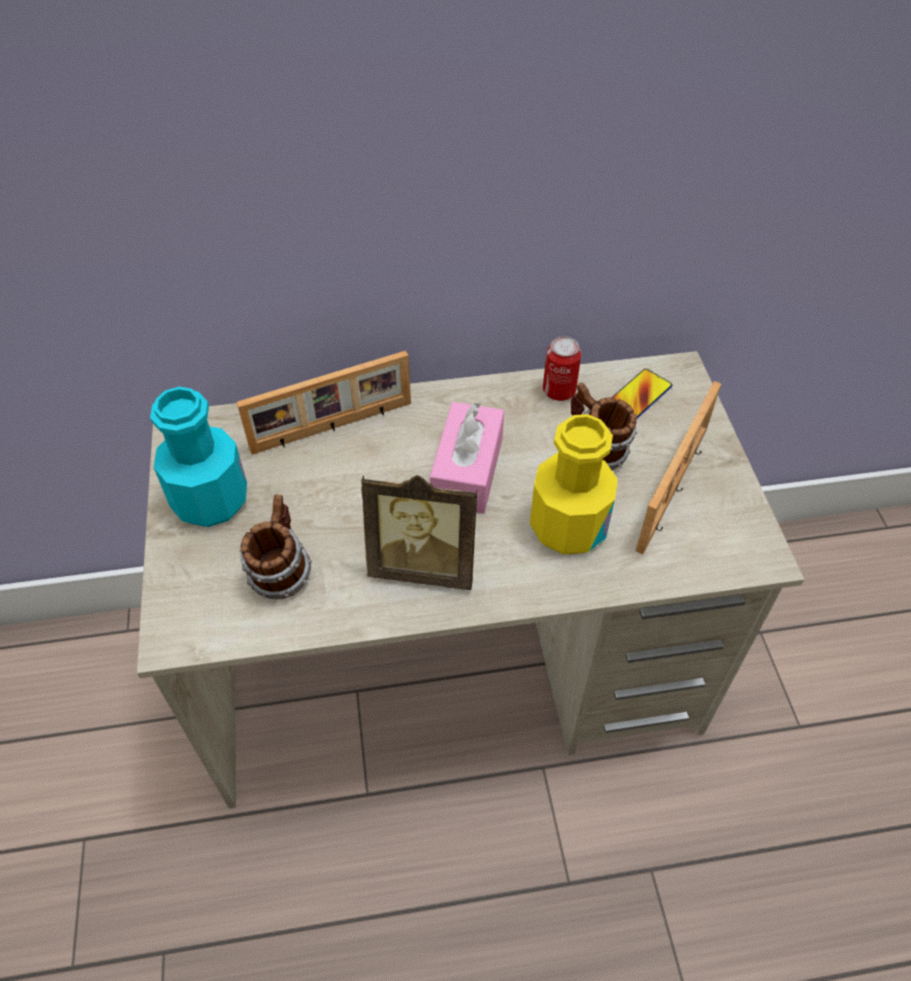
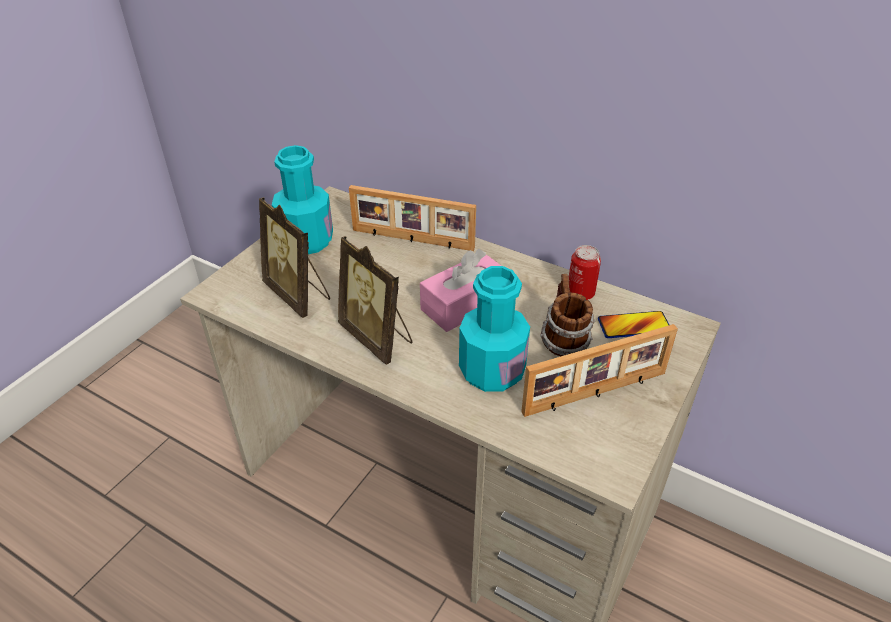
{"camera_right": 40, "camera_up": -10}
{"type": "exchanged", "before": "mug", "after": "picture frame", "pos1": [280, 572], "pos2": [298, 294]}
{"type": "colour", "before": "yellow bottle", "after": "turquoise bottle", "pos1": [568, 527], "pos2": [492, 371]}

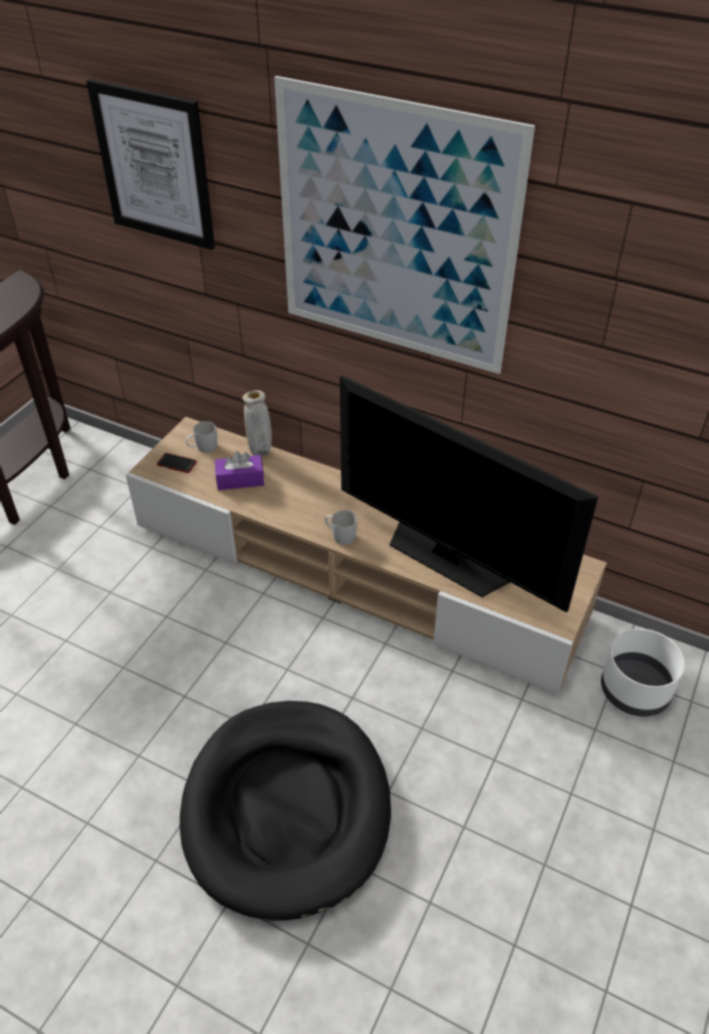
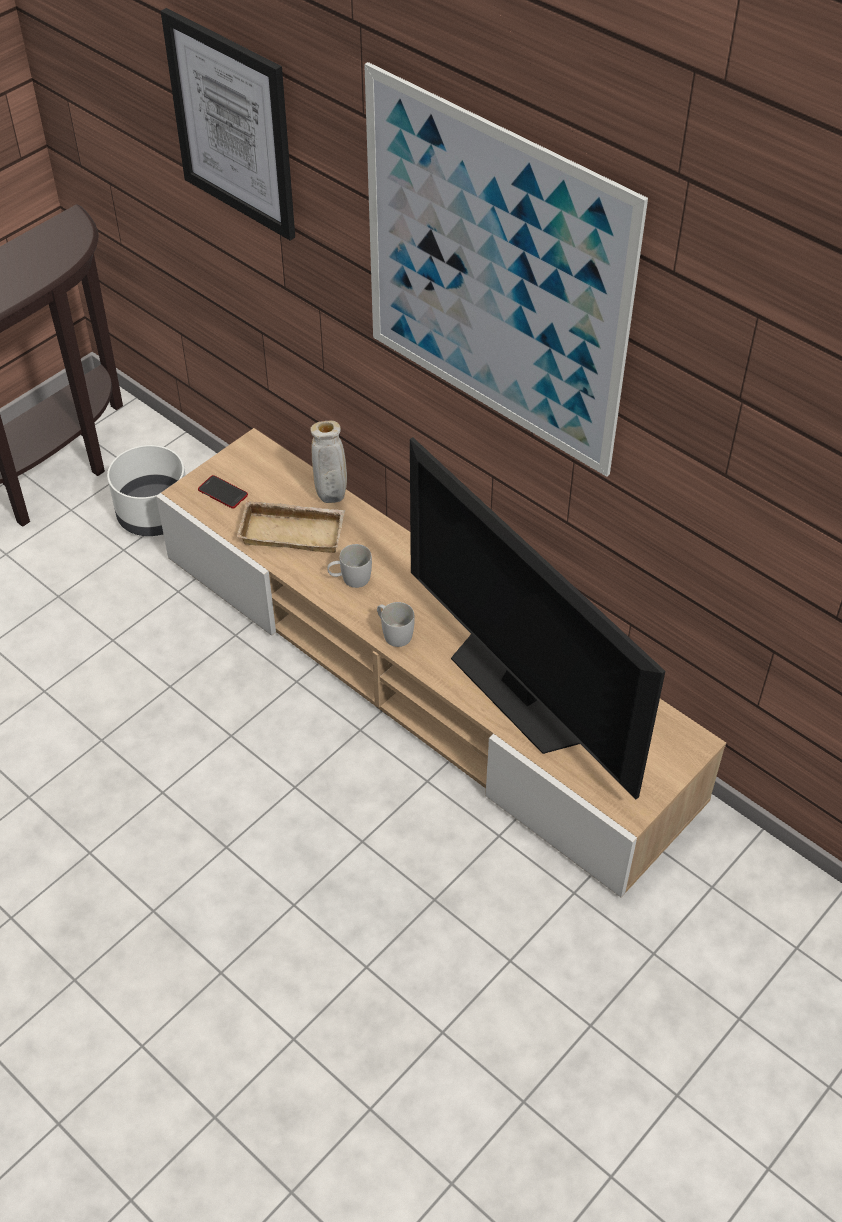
{"camera_right": 15, "camera_up": 5}
{"type": "missing", "before": "black dog bed", "pos1": [287, 809]}
{"type": "relocated", "before": "white mug", "pos1": [203, 448], "pos2": [350, 579]}
{"type": "exchanged", "before": "purple tissue box", "after": "beige tray", "pos1": [240, 480], "pos2": [294, 531]}
{"type": "relocated", "before": "white planter", "pos1": [633, 690], "pos2": [153, 514]}

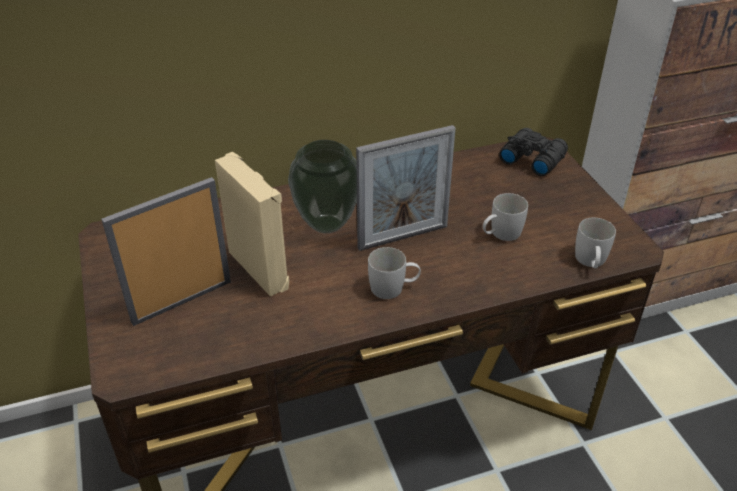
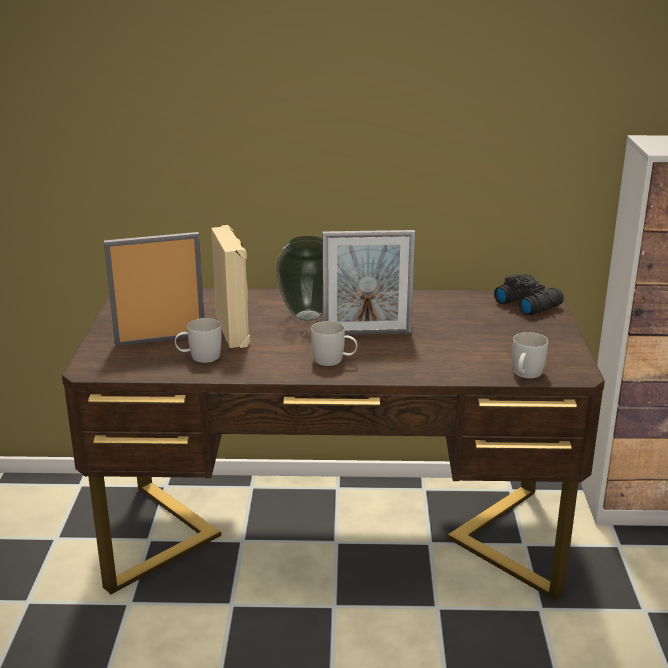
{"camera_right": 20, "camera_up": -15}
{"type": "relocated", "before": "white mug", "pos1": [500, 234], "pos2": [199, 357]}

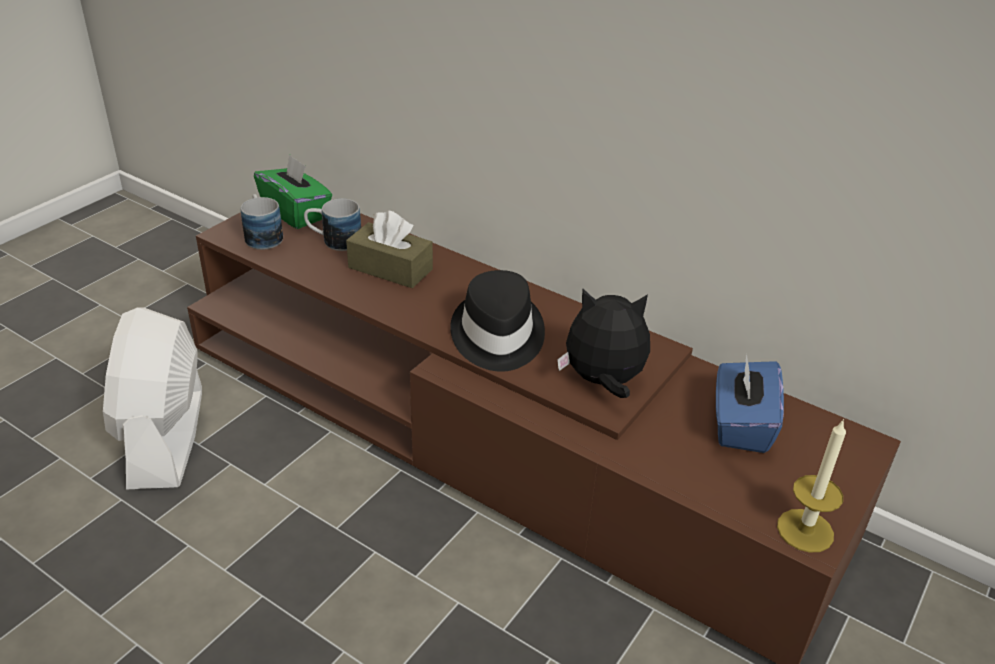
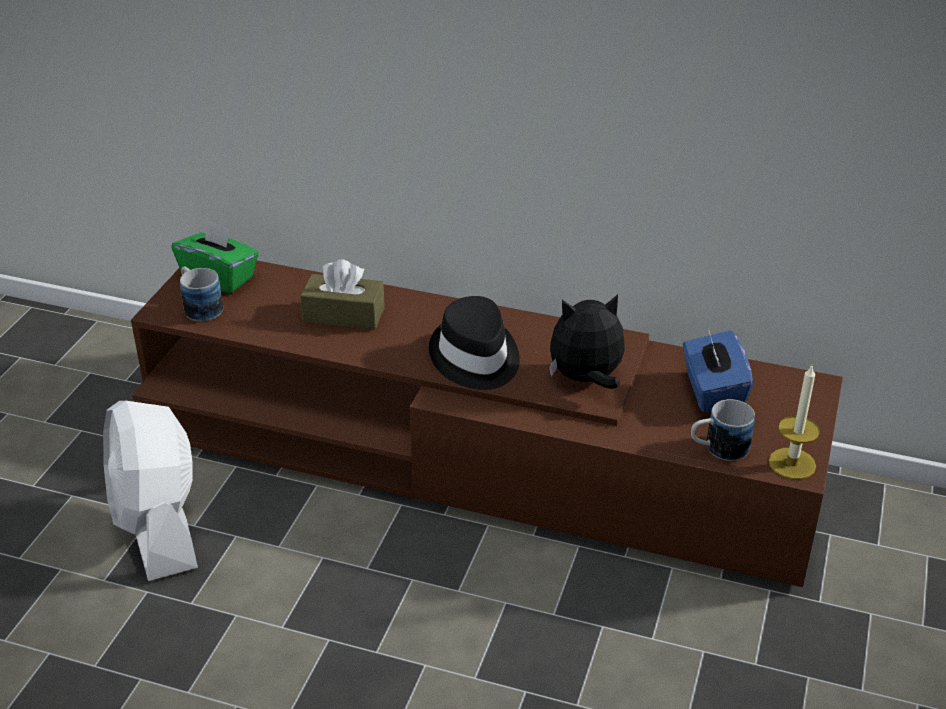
{"camera_right": -15, "camera_up": 0}
{"type": "relocated", "before": "mug", "pos1": [334, 241], "pos2": [718, 449]}

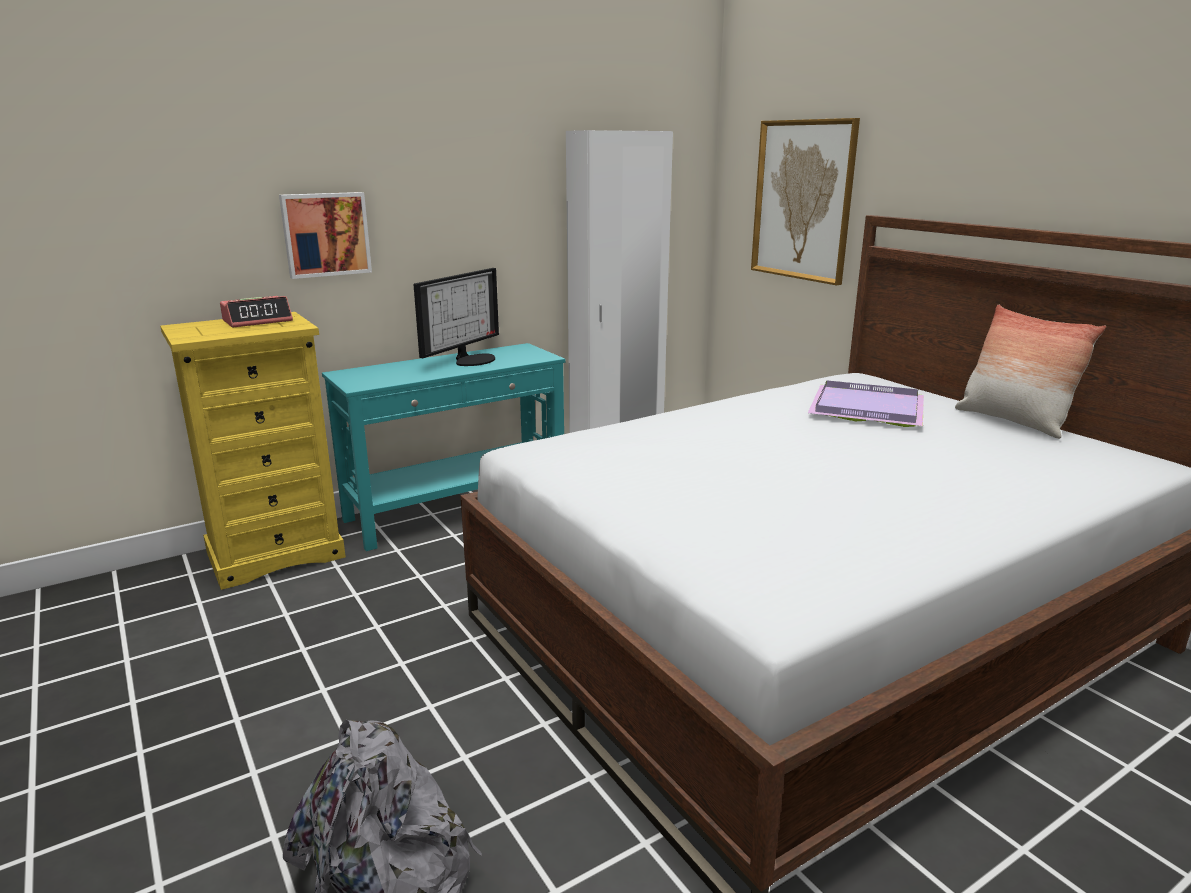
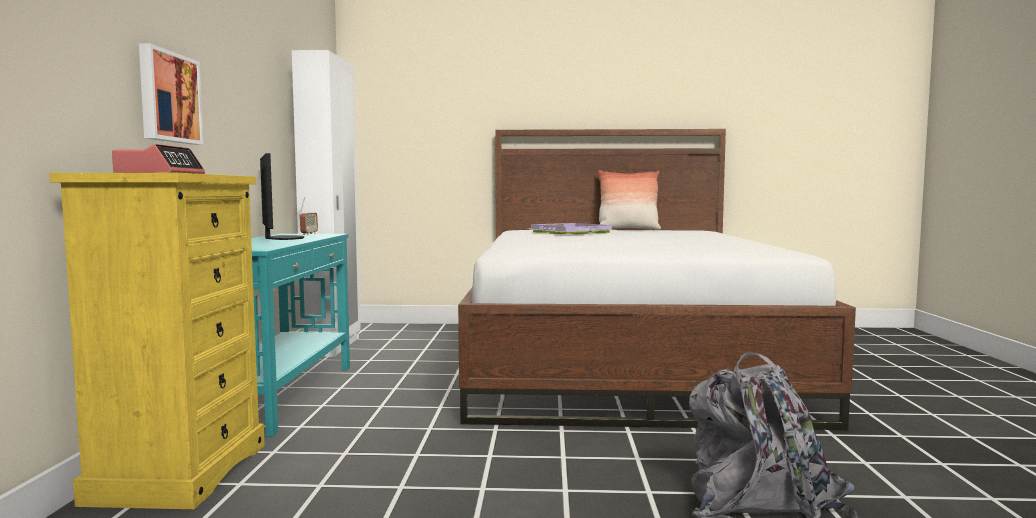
{"camera_right": -55, "camera_up": -15}
{"type": "missing", "before": "picture", "pos1": [803, 200]}
{"type": "appeared", "after": "radio", "pos2": [308, 234]}

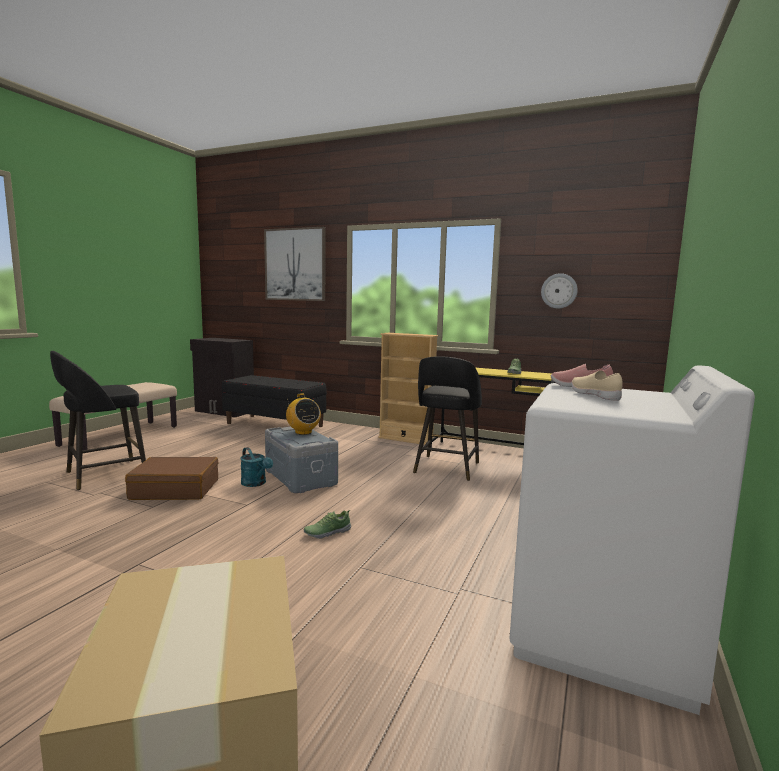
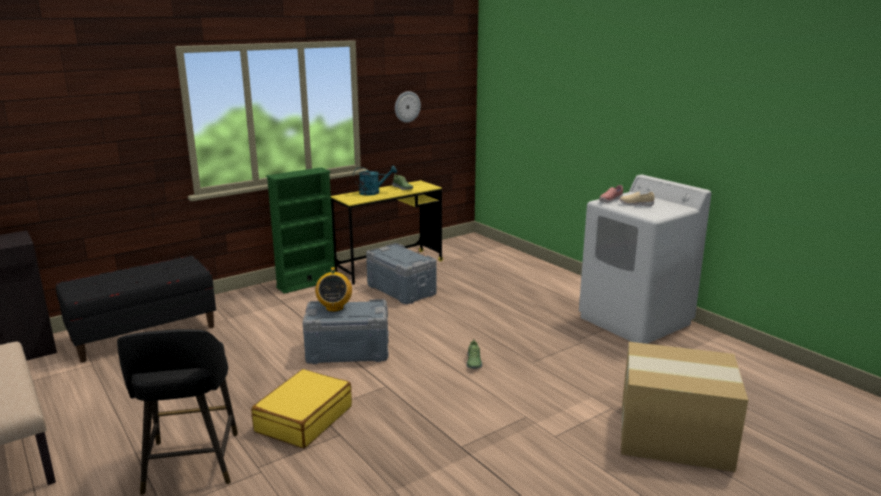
{"camera_right": -60, "camera_up": 10}
{"type": "colour", "before": "brown suitcase", "after": "yellow suitcase", "pos1": [175, 489], "pos2": [303, 419]}
{"type": "relocated", "before": "turquoise watering can", "pos1": [256, 483], "pos2": [373, 192]}
{"type": "missing", "before": "picture", "pos1": [295, 264]}
{"type": "spun", "before": "radio", "pos1": [303, 432], "pos2": [334, 308], "turn": 90}
{"type": "colour", "before": "beige bookcase", "after": "green bookcase", "pos1": [406, 439], "pos2": [306, 283]}
{"type": "exchanged", "before": "black stool", "after": "grey storage box", "pos1": [446, 468], "pos2": [400, 290]}

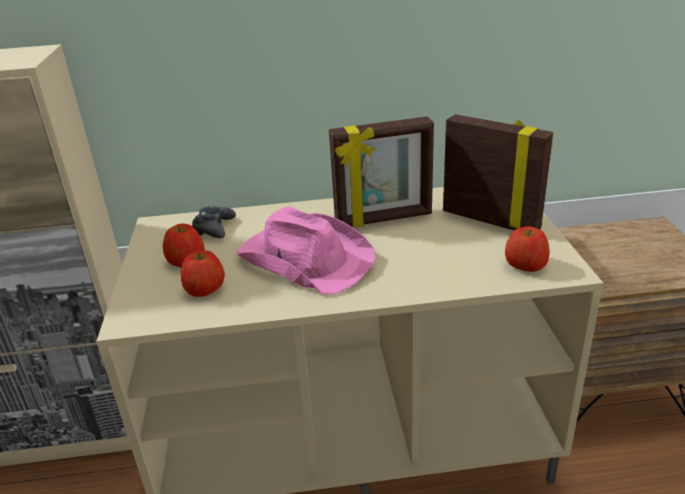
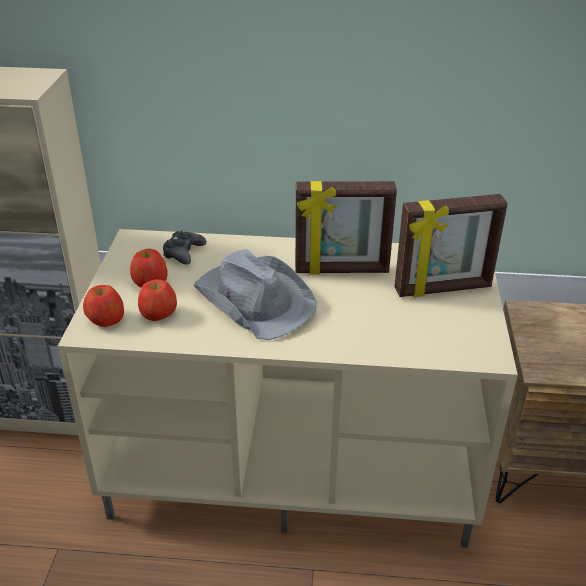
{"camera_right": 10, "camera_up": 5}
{"type": "colour", "before": "pink hat", "after": "grey hat", "pos1": [305, 258], "pos2": [254, 299]}
{"type": "spun", "before": "picture frame", "pos1": [491, 220], "pos2": [443, 289], "turn": 120}
{"type": "relocated", "before": "apple", "pos1": [525, 265], "pos2": [106, 319]}

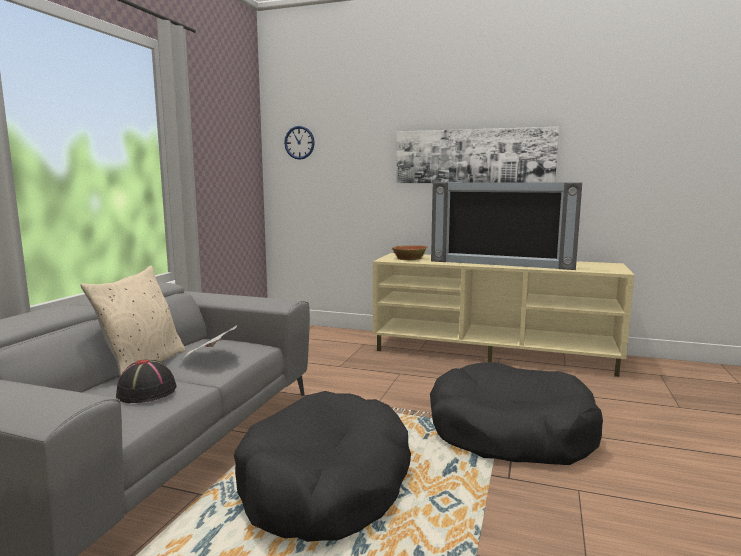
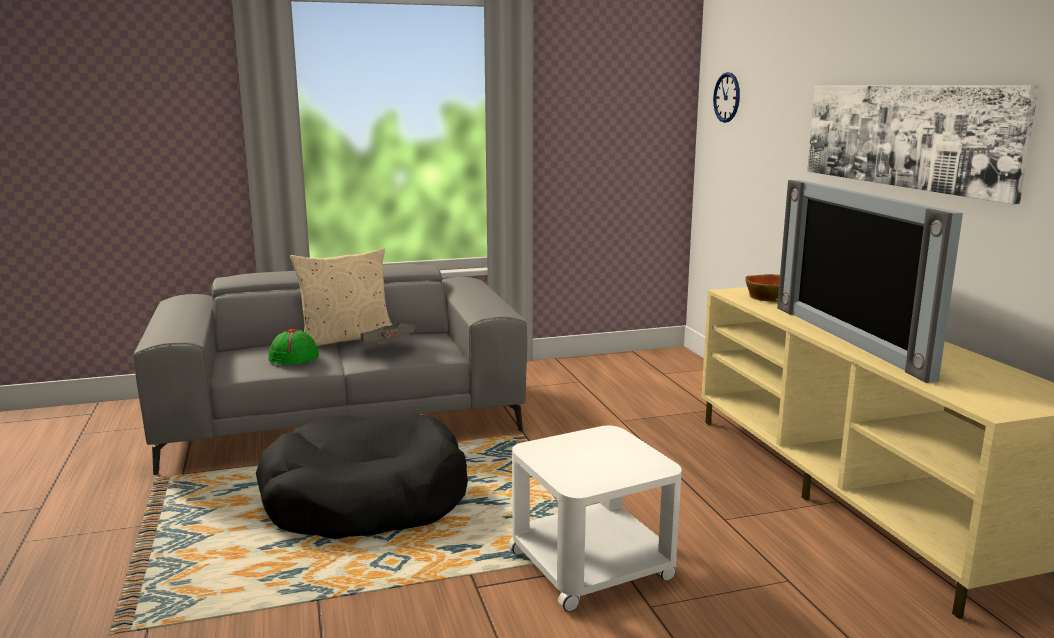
{"camera_right": 55, "camera_up": 5}
{"type": "colour", "before": "black hat", "after": "green hat", "pos1": [147, 391], "pos2": [294, 357]}
{"type": "exchanged", "before": "black dog bed", "after": "white side table", "pos1": [510, 432], "pos2": [592, 564]}

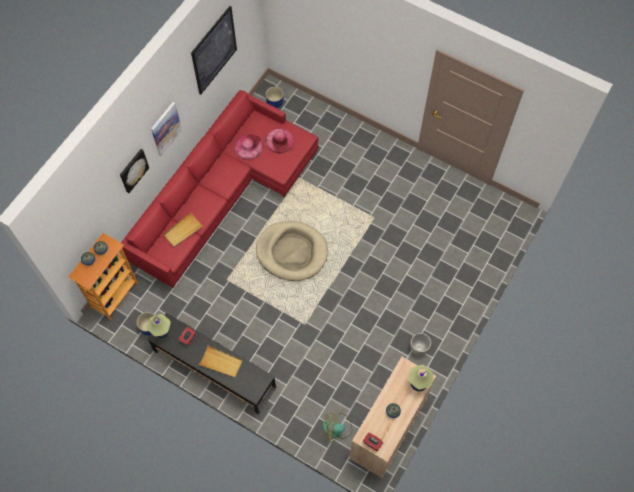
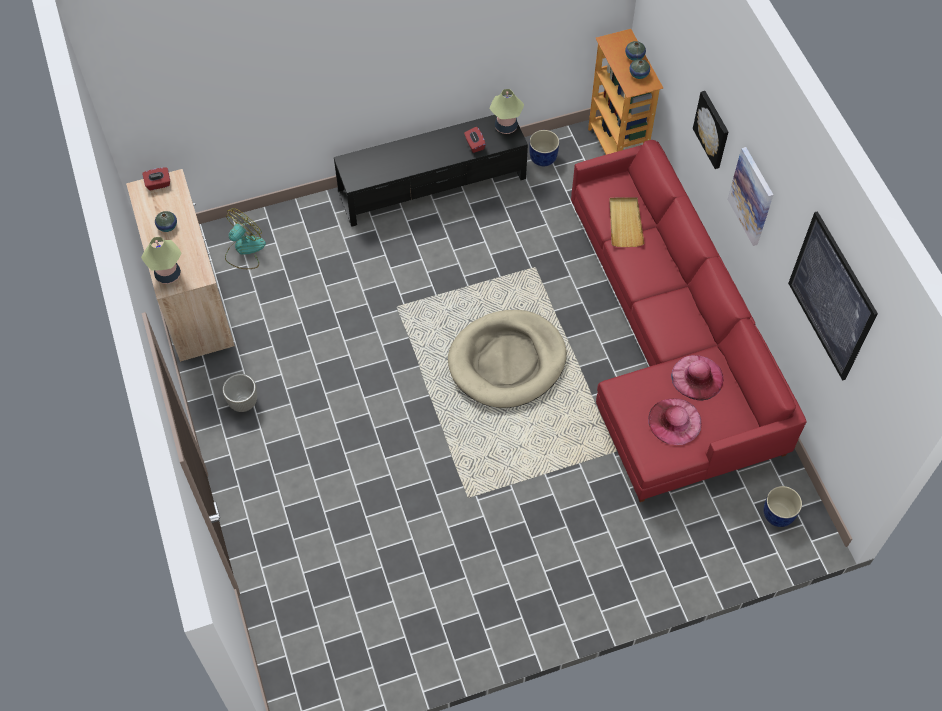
{"camera_right": 130, "camera_up": -5}
{"type": "missing", "before": "beige tray", "pos1": [221, 362]}

